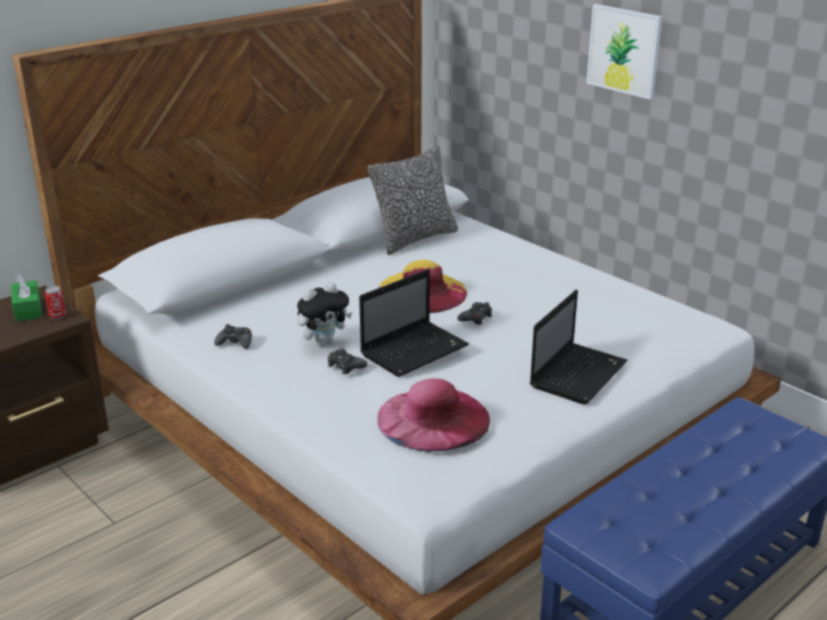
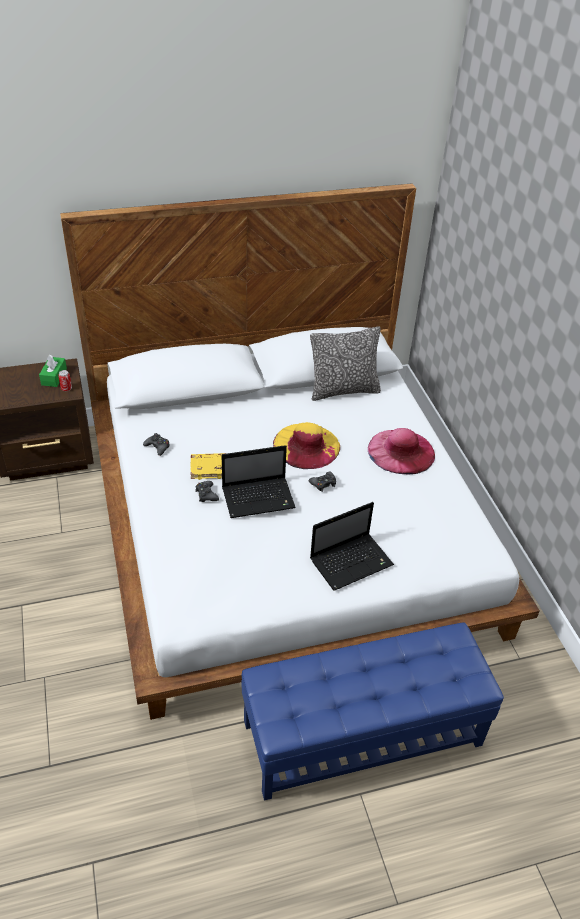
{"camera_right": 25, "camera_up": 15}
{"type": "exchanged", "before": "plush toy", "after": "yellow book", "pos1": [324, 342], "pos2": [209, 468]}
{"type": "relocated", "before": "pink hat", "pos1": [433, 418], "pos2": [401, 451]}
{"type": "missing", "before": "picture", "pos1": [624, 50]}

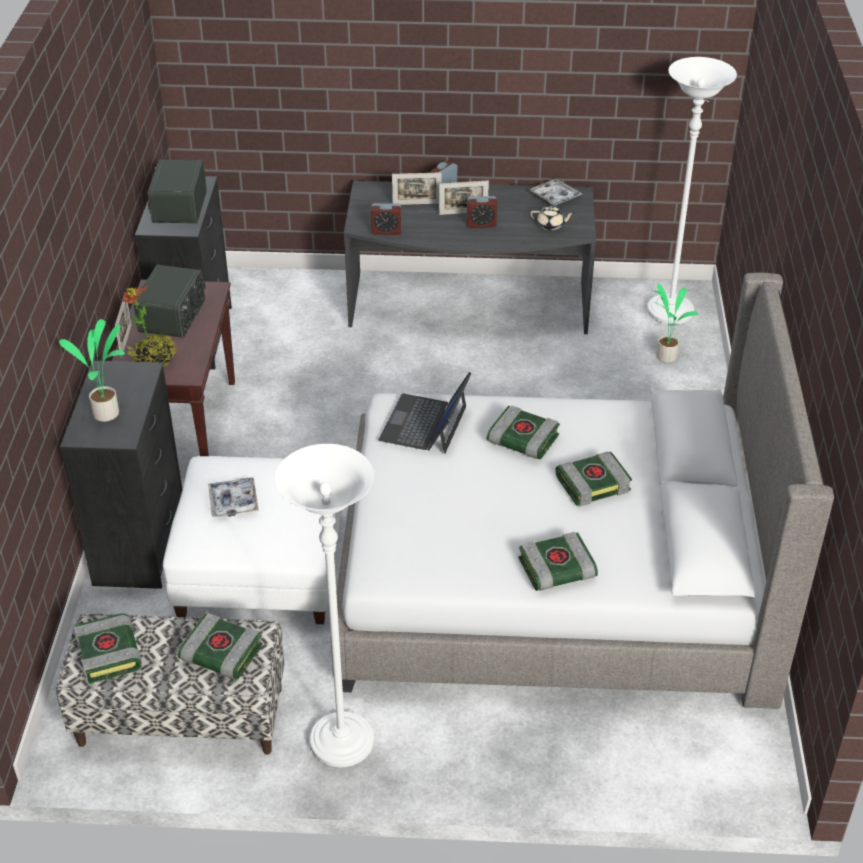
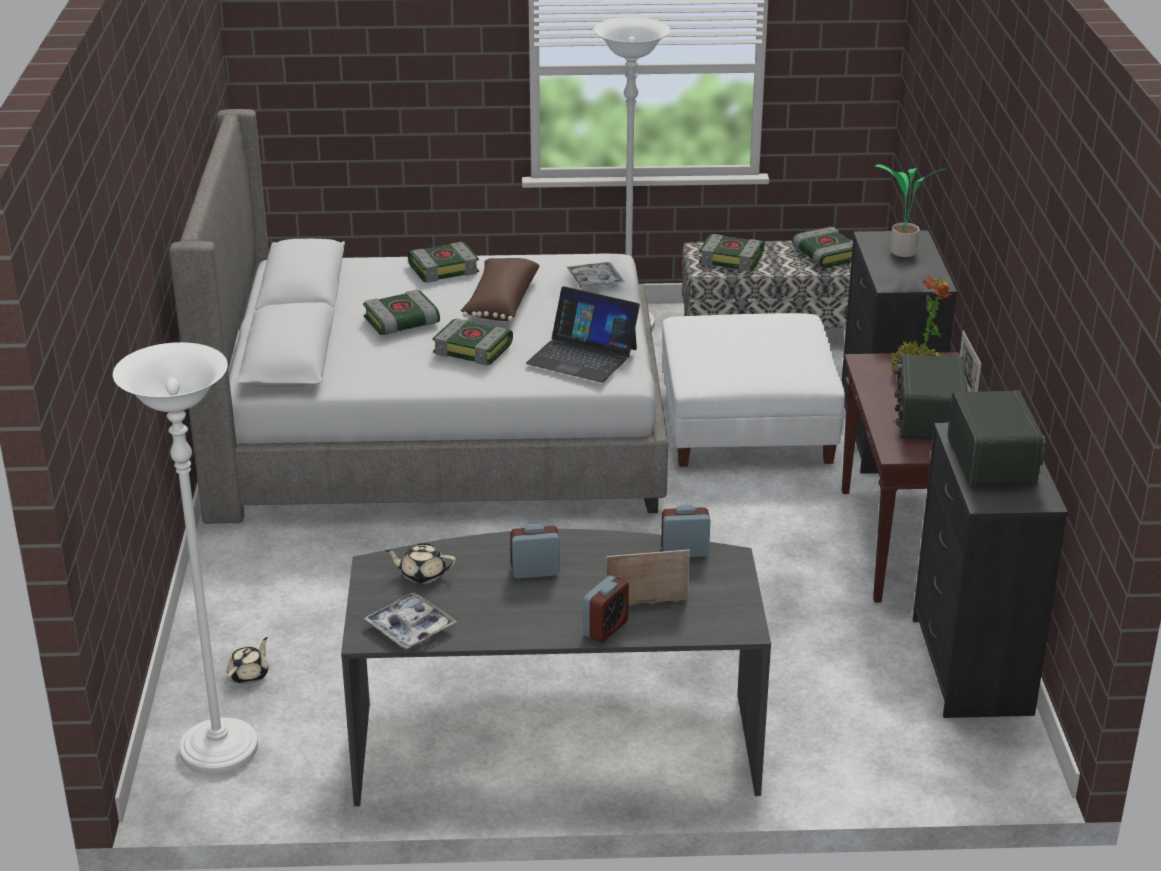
{"camera_right": 175, "camera_up": -10}
{"type": "relocated", "before": "tray", "pos1": [233, 502], "pos2": [595, 281]}
{"type": "spun", "before": "laptop", "pos1": [425, 424], "pos2": [582, 356], "turn": 105}
{"type": "missing", "before": "picture frame", "pos1": [463, 213]}
{"type": "exchanged", "before": "potted plant", "after": "beige teapot", "pos1": [665, 356], "pos2": [249, 675]}
{"type": "appeared", "after": "brown pillow", "pos2": [500, 303]}

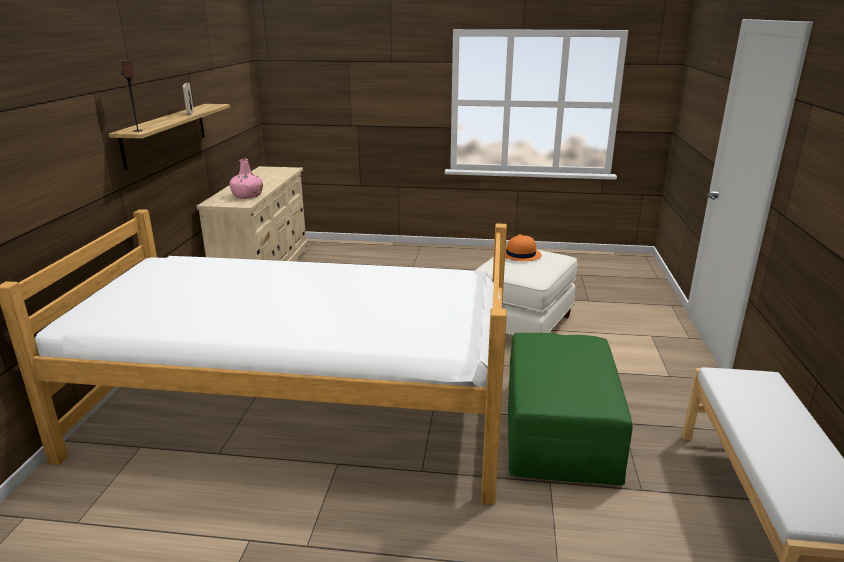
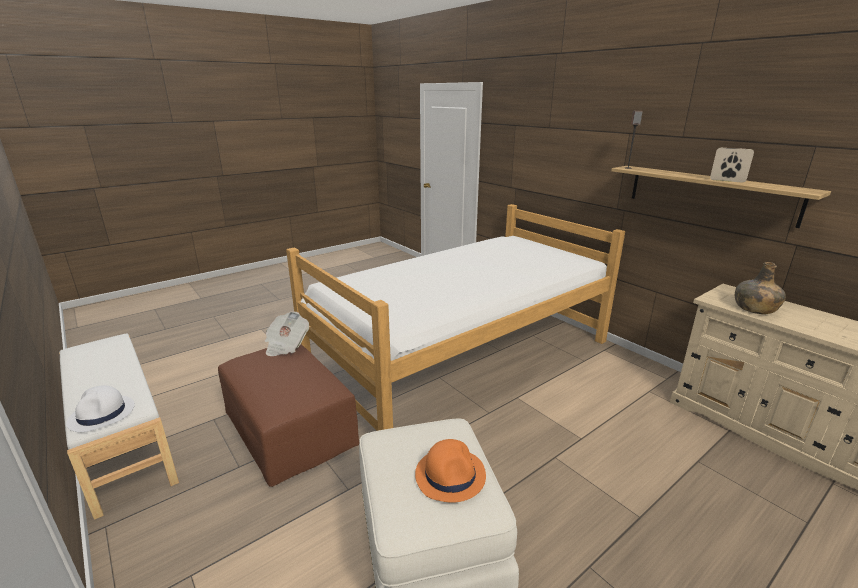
{"camera_right": 135, "camera_up": 0}
{"type": "colour", "before": "pink bottle", "after": "green bottle", "pos1": [247, 196], "pos2": [754, 308]}
{"type": "colour", "before": "green ottoman", "after": "brown ottoman", "pos1": [559, 431], "pos2": [290, 429]}
{"type": "appeared", "after": "white hat", "pos2": [102, 414]}
{"type": "appeared", "after": "newspaper", "pos2": [286, 345]}

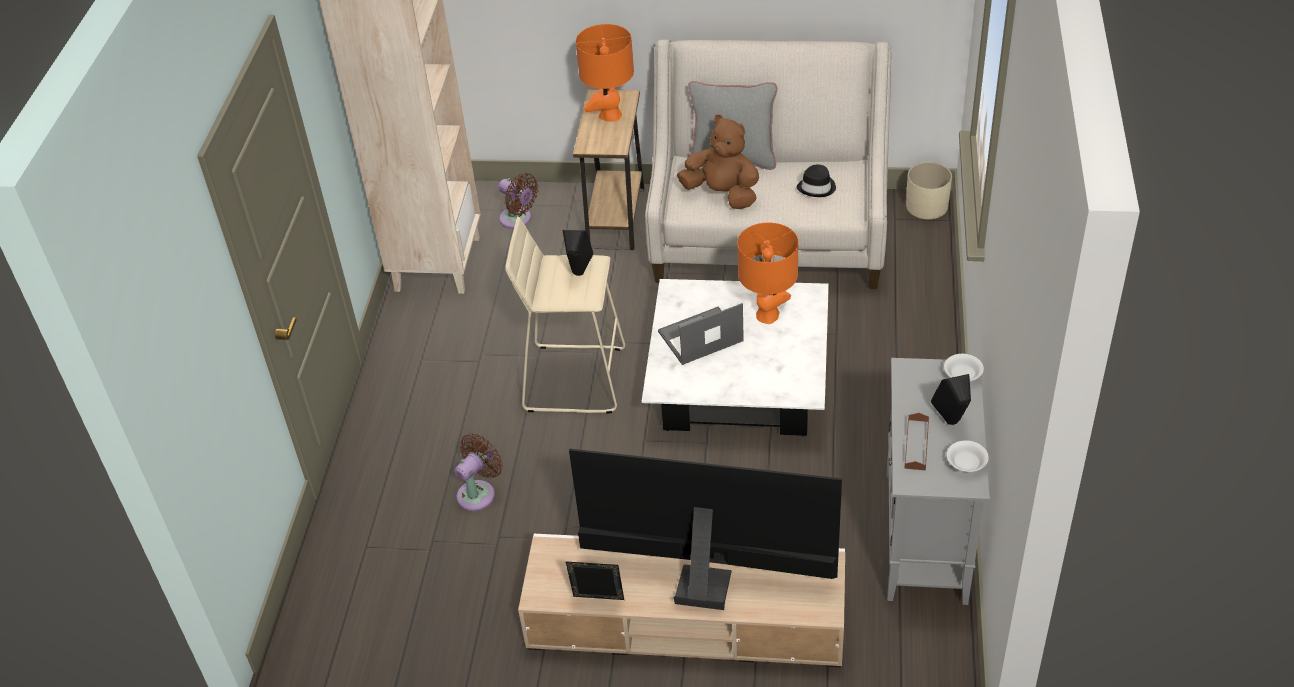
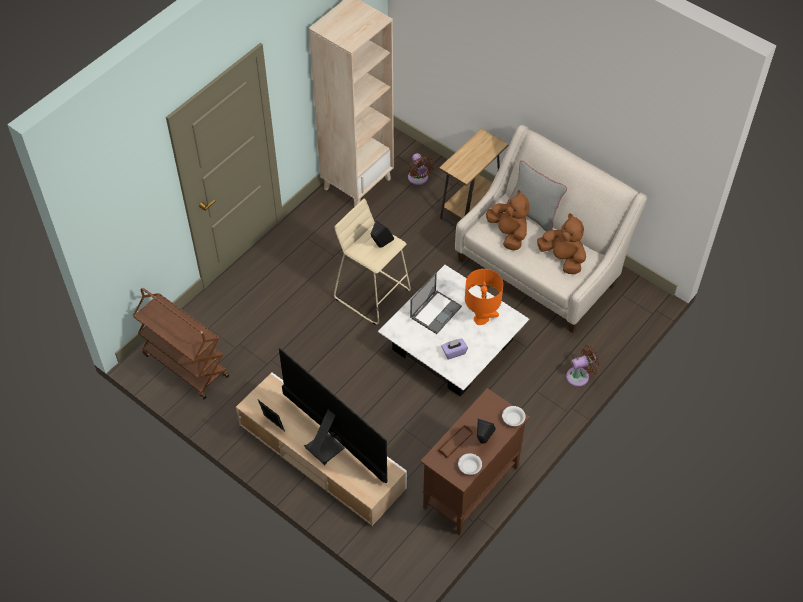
{"camera_right": 30, "camera_up": 10}
{"type": "relocated", "before": "brown fan", "pos1": [479, 493], "pos2": [580, 376]}
{"type": "missing", "before": "orange table lamp", "pos1": [610, 115]}
{"type": "spun", "before": "laptop", "pos1": [699, 337], "pos2": [436, 311], "turn": 120}
{"type": "exchanged", "before": "black hat", "after": "brown plush toy", "pos1": [817, 187], "pos2": [562, 258]}
{"type": "colour", "before": "grey cabinet", "after": "brown cabinet", "pos1": [926, 538], "pos2": [470, 488]}
{"type": "missing", "before": "beige planter", "pos1": [927, 206]}
{"type": "appeared", "after": "brown cart", "pos2": [185, 365]}
{"type": "appeared", "after": "purple tissue box", "pos2": [454, 352]}

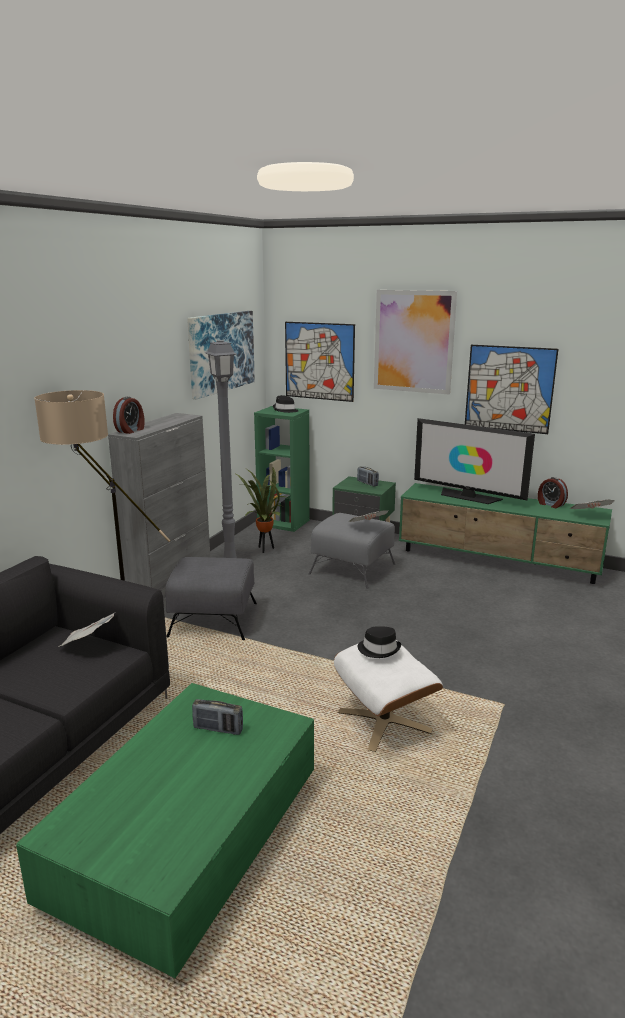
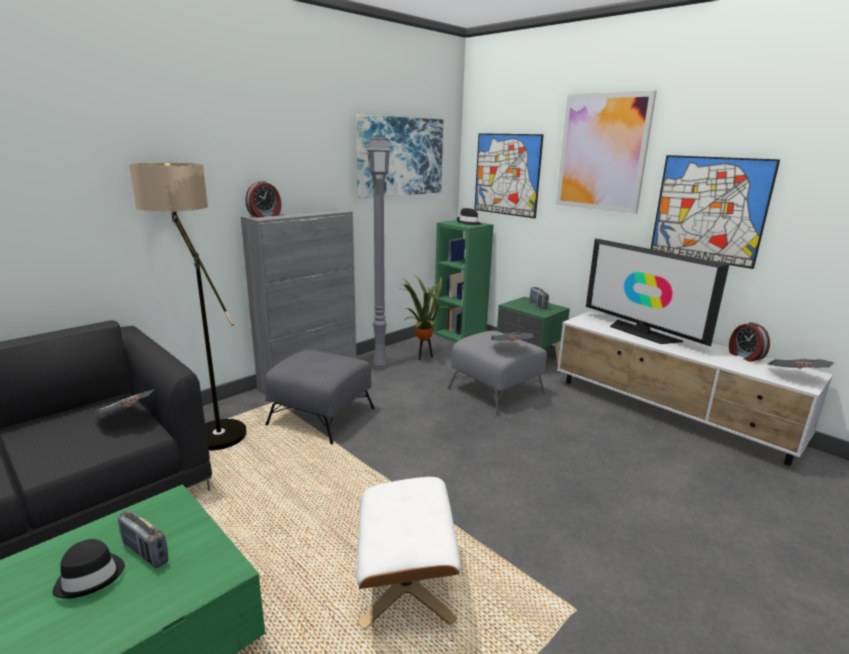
{"camera_right": 20, "camera_up": 0}
{"type": "relocated", "before": "black hat", "pos1": [379, 649], "pos2": [90, 576]}
{"type": "colour", "before": "green tv stand", "after": "white tv stand", "pos1": [498, 562], "pos2": [669, 414]}

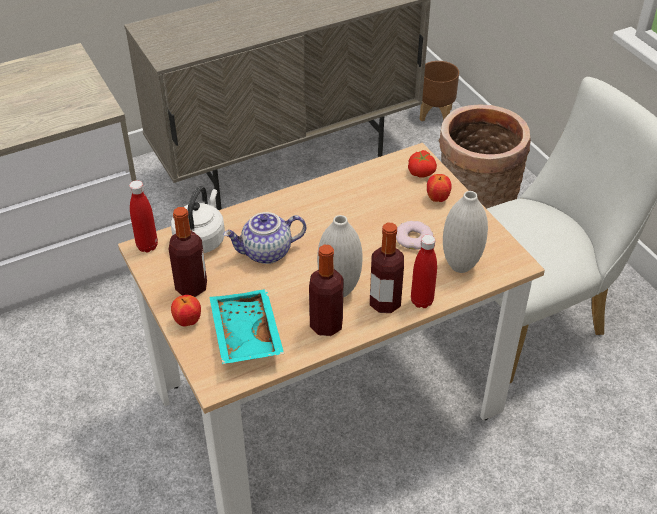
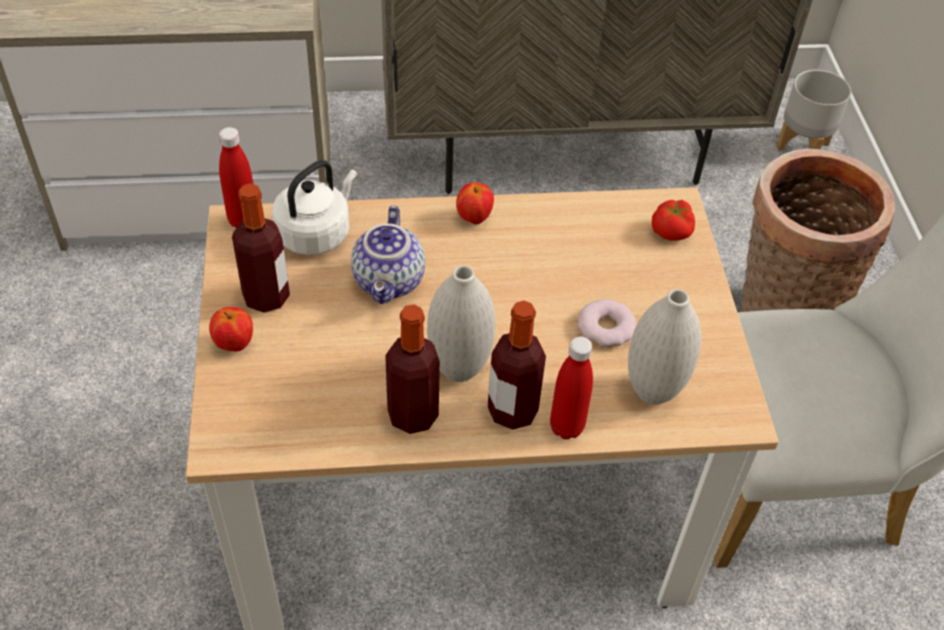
{"camera_right": 20, "camera_up": 5}
{"type": "missing", "before": "turquoise tray", "pos1": [244, 335]}
{"type": "spun", "before": "teapot", "pos1": [266, 253], "pos2": [390, 282], "turn": -90}
{"type": "colour", "before": "brown planter", "after": "grey planter", "pos1": [436, 114], "pos2": [803, 146]}
{"type": "relocated", "before": "apple", "pos1": [437, 199], "pos2": [474, 218]}

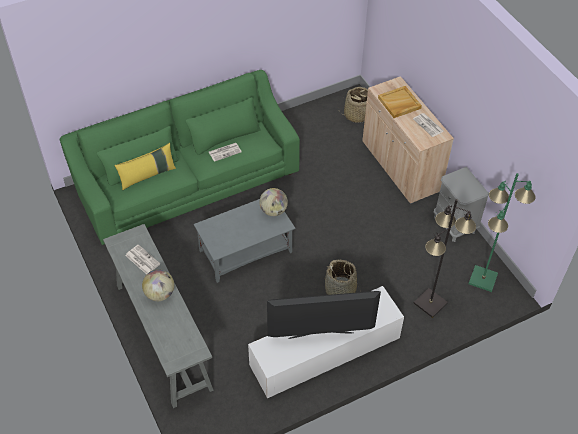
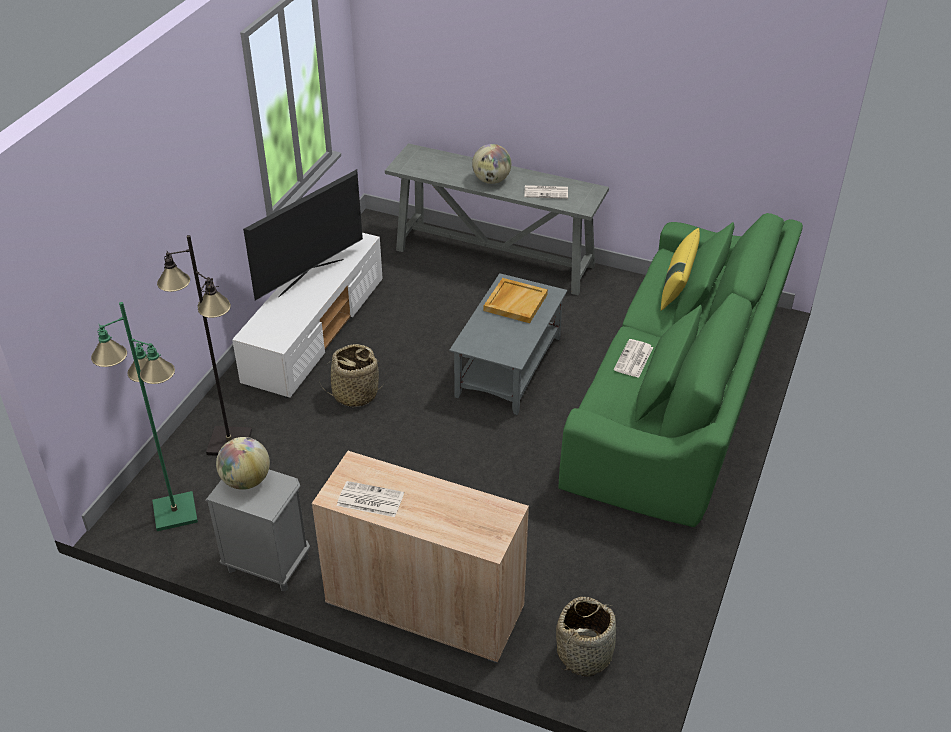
{"camera_right": 140, "camera_up": -10}
{"type": "relocated", "before": "globe", "pos1": [273, 211], "pos2": [246, 481]}
{"type": "relocated", "before": "beige tray", "pos1": [399, 103], "pos2": [515, 302]}

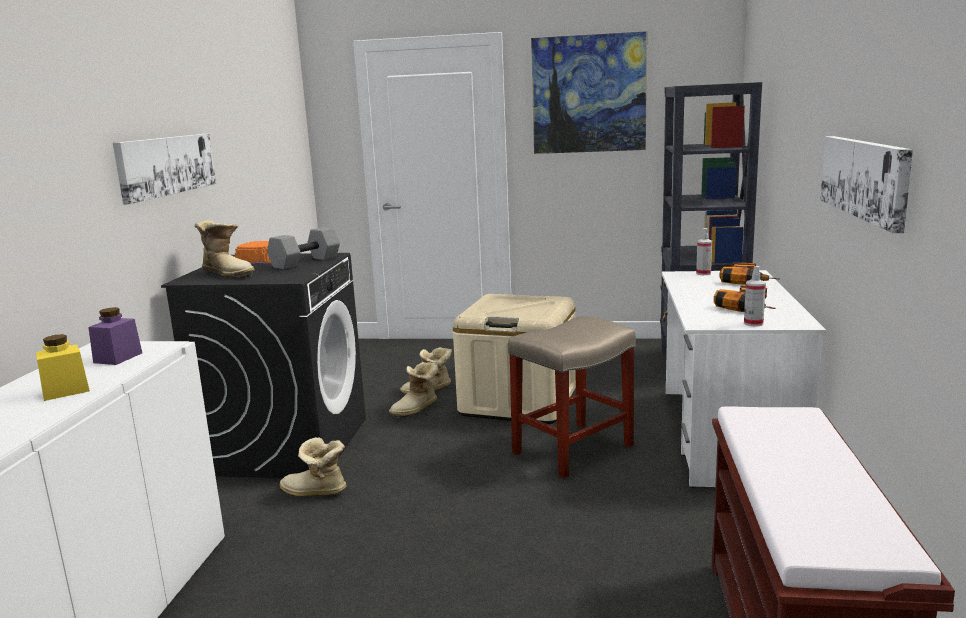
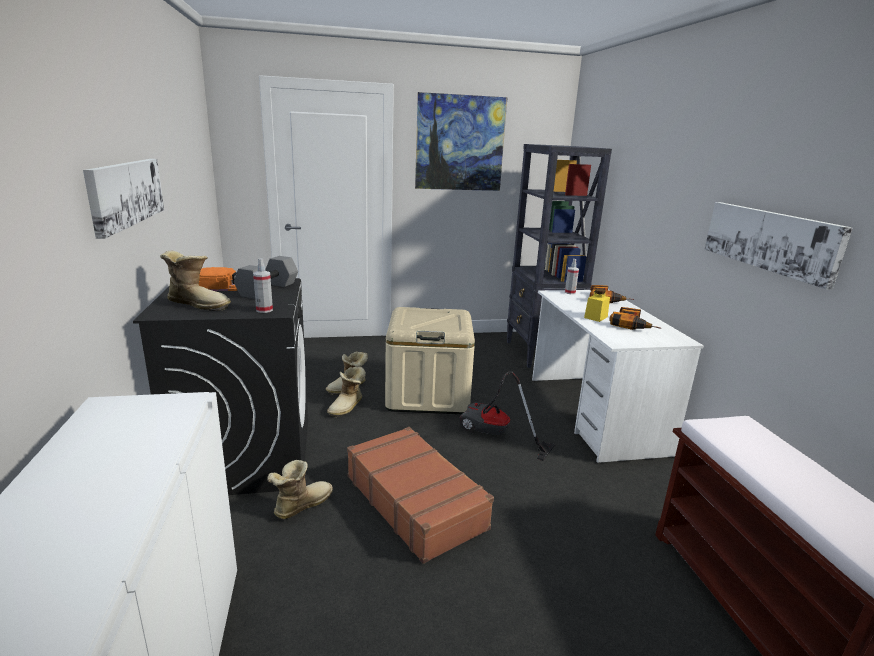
{"camera_right": -20, "camera_up": 5}
{"type": "relocated", "before": "yellow jar", "pos1": [65, 391], "pos2": [595, 317]}
{"type": "missing", "before": "purple jar", "pos1": [118, 358]}
{"type": "spun", "before": "boot", "pos1": [315, 492], "pos2": [300, 505], "turn": 135}
{"type": "exchanged", "before": "beige stool", "after": "vacuum cleaner", "pos1": [574, 448], "pos2": [495, 435]}
{"type": "relocated", "before": "spray bottle", "pos1": [753, 323], "pos2": [264, 310]}
{"type": "appeared", "after": "brown suitcase", "pos2": [415, 501]}

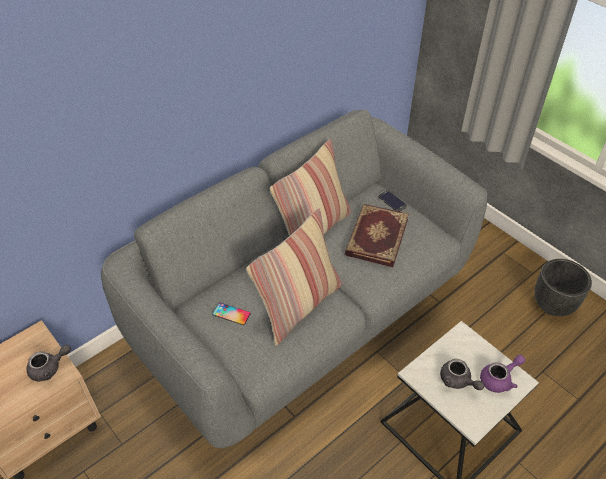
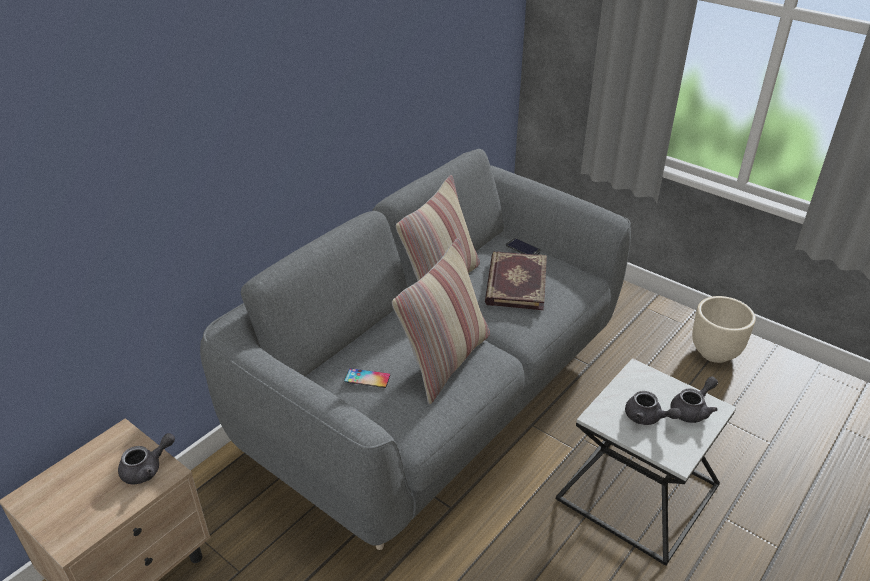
{"camera_right": -10, "camera_up": -10}
{"type": "colour", "before": "purple teapot", "after": "grey teapot", "pos1": [499, 379], "pos2": [692, 410]}
{"type": "colour", "before": "black planter", "after": "beige planter", "pos1": [553, 306], "pos2": [715, 353]}

